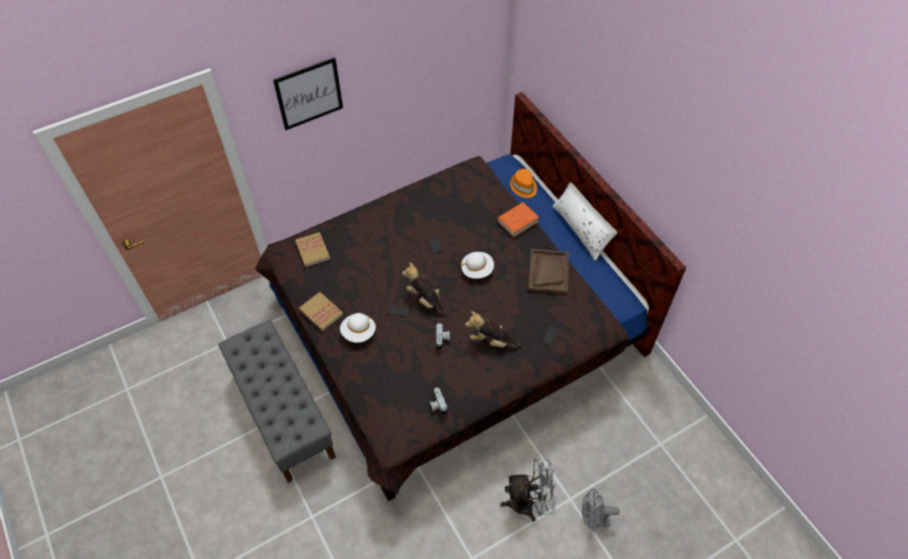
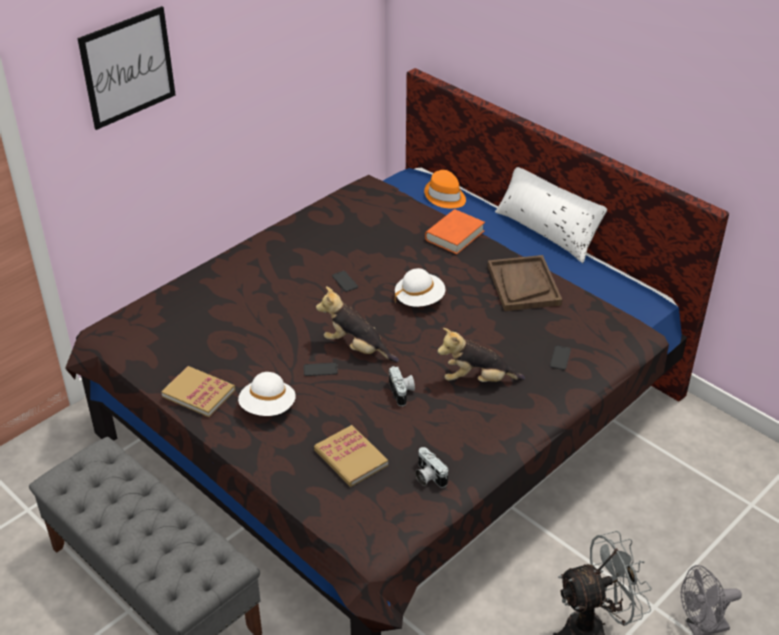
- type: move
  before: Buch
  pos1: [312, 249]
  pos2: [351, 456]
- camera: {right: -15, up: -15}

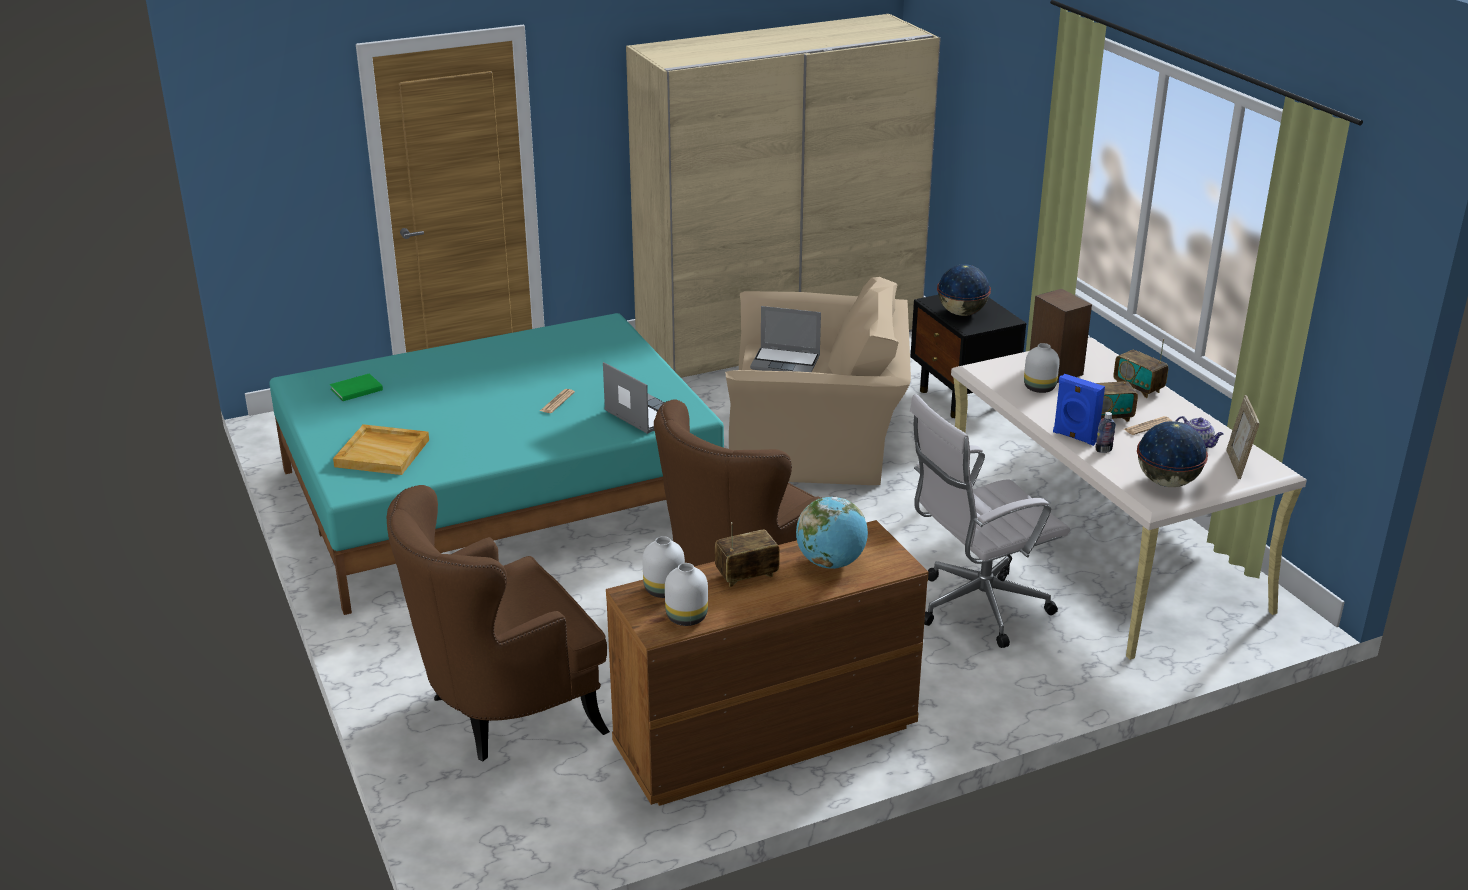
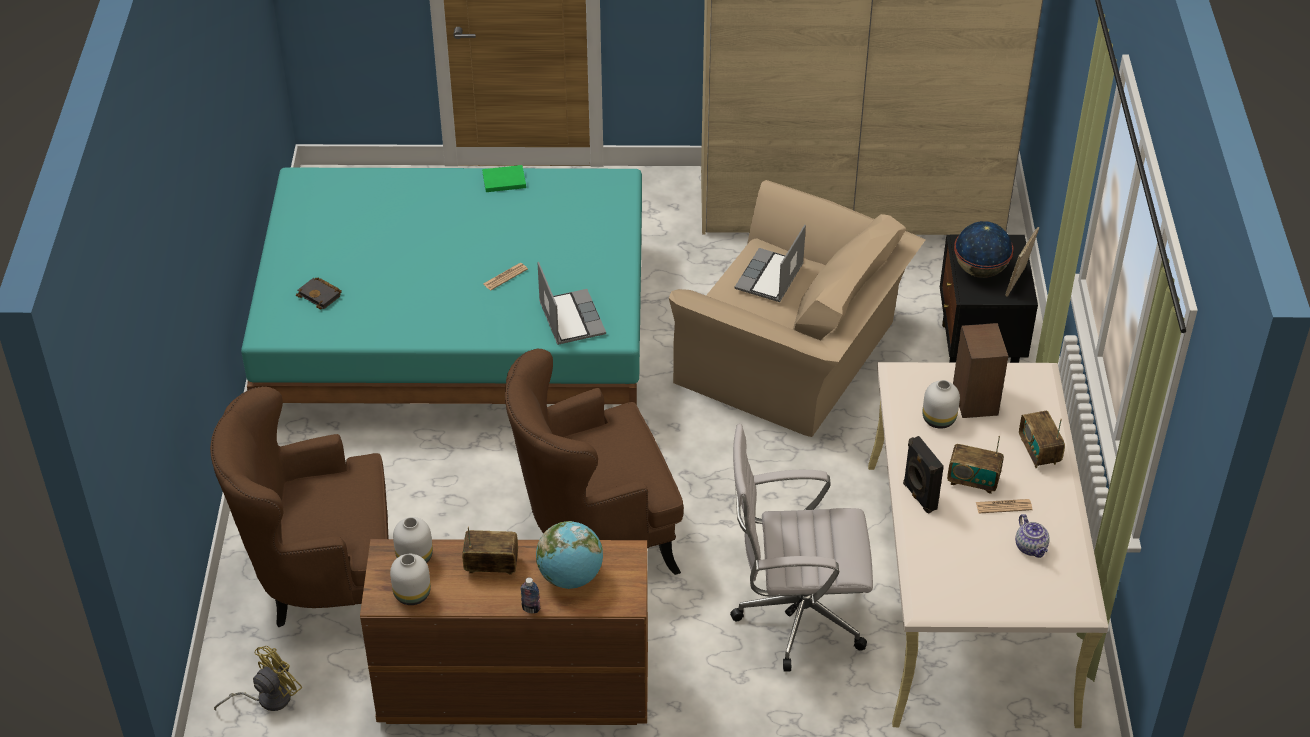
- type: move
  before: Buch/grün
  pos1: [356, 387]
  pos2: [504, 178]
- type: replace
  before: Tablett/beige
  after: Buch/schwarz
  pos1: [381, 449]
  pos2: [319, 293]
- type: rotate
  before: Laptop
  pos1: [785, 339]
  pos2: [770, 263]
  turn: 75
- type: recolor
  before: Lautsprecher/blau
  after: Lautsprecher/schwarz
  pos1: [1079, 410]
  pos2: [923, 475]
- type: move
  before: Flasche
  pos1: [1105, 432]
  pos2: [530, 595]
- type: delete
  before: Globus
  pos1: [1172, 454]
- type: move
  before: Bilderrahmen
  pos1: [1243, 437]
  pos2: [1022, 262]
- type: insert
  after: Ventilator/gelb
  pos2: [258, 678]
- camera: {right: 25, up: 15}

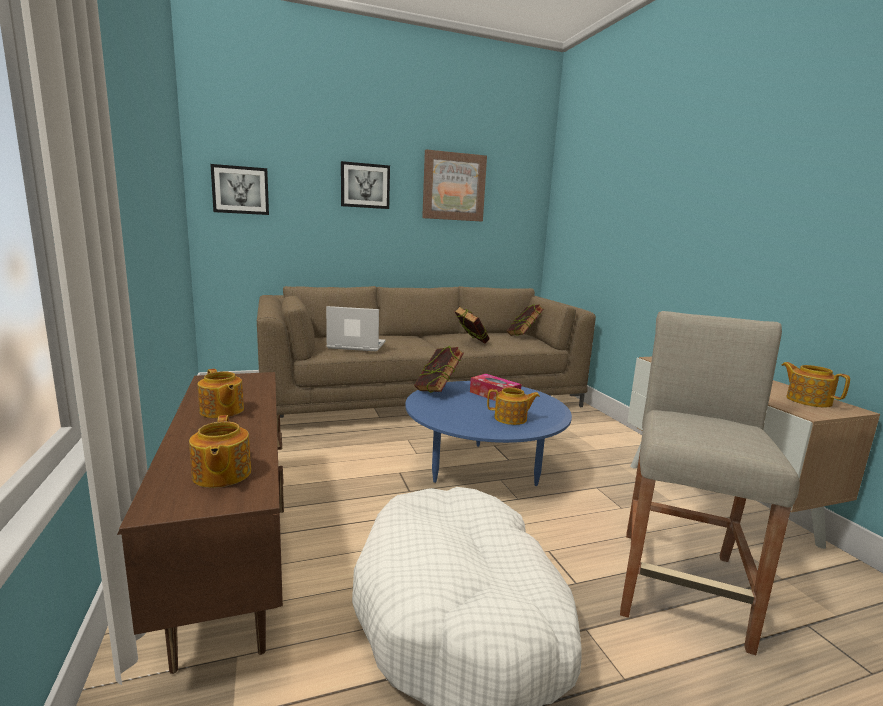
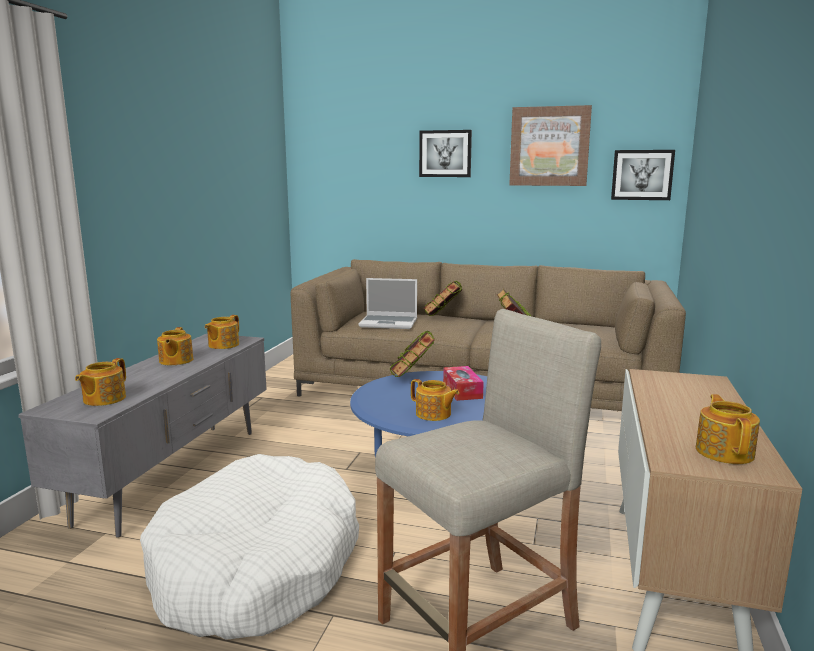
- type: recolor
  before: Fernsehschrank/braun
  after: Fernsehschrank/grau
  pos1: [200, 523]
  pos2: [142, 435]
- type: move
  before: Bild
  pos1: [239, 189]
  pos2: [643, 175]
- type: rotate
  before: Laptop
  pos1: [356, 328]
  pos2: [388, 303]
  turn: 150
- type: move
  before: Buch
  pos1: [525, 320]
  pos2: [443, 298]
- type: insert
  after: Teekanne
  pos2: [222, 332]
- camera: {right: 35, up: 0}

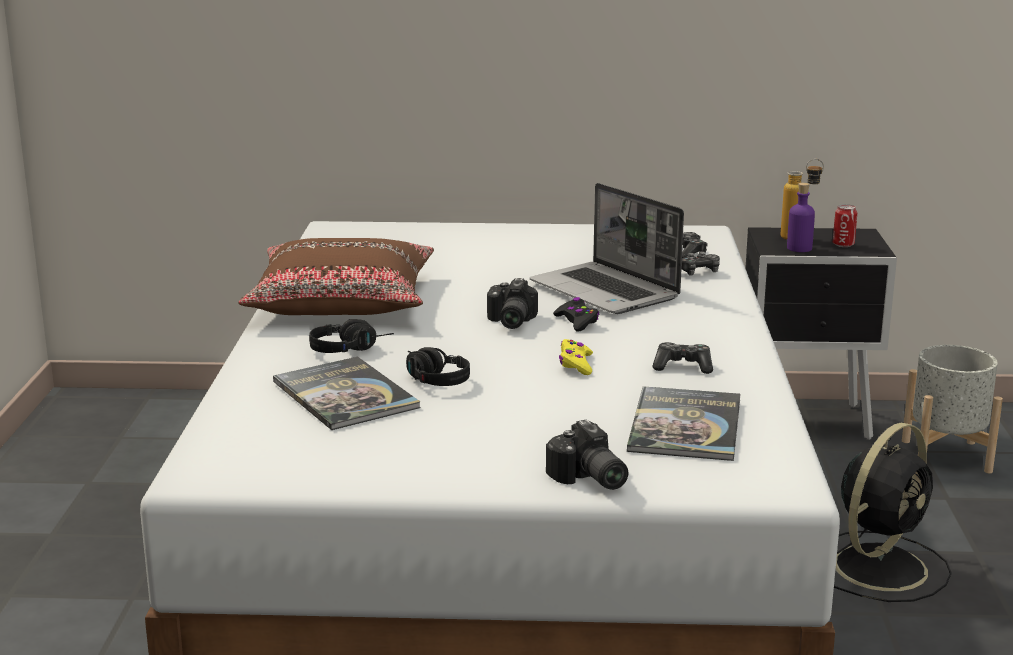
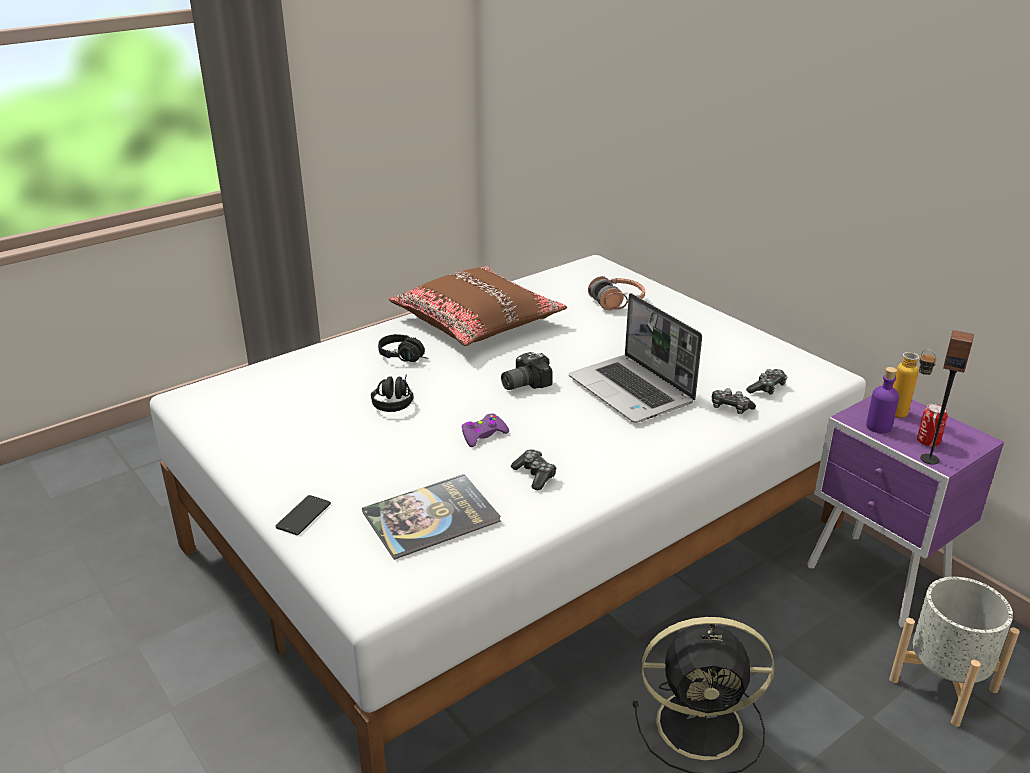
- type: delete
  before: Buch
  pos1: [347, 393]
- type: rotate
  before: Laptop
  pos1: [607, 248]
  pos2: [635, 358]
  turn: -45
- type: replace
  before: Kamera
  after: Handy
  pos1: [587, 454]
  pos2: [303, 515]
- type: delete
  before: Gamepad/schwarz
  pos1: [576, 314]
- type: recolor
  before: Gamepad/gelb
  after: Gamepad/lila
  pos1: [576, 357]
  pos2: [485, 430]
- type: recolor
  before: Nachttisch/schwarz
  after: Nachttisch/lila
  pos1: [821, 333]
  pos2: [905, 511]
- type: insert
  after: Kopfhörer
  pos2: [616, 293]
- type: insert
  after: Lautsprecher
  pos2: [947, 397]
- camera: {right: 50, up: 10}

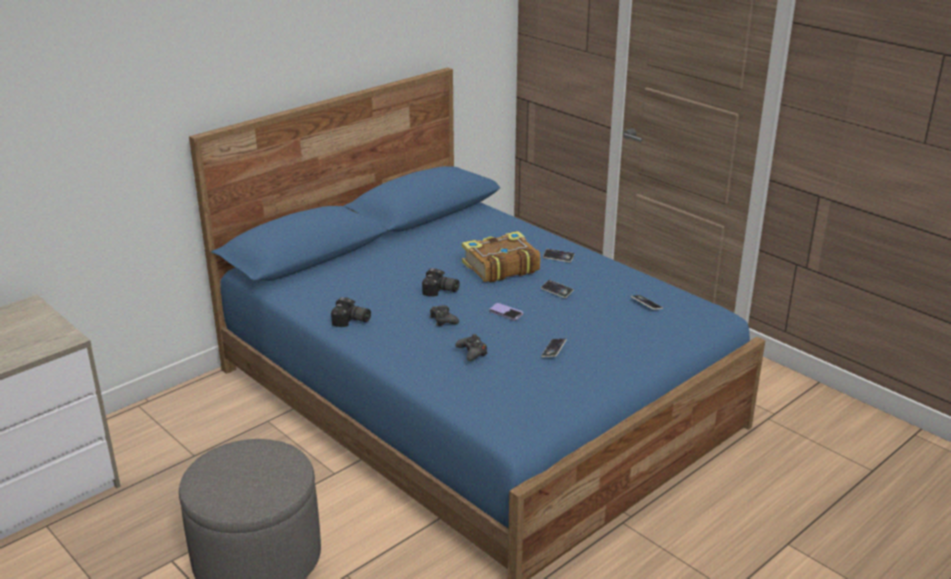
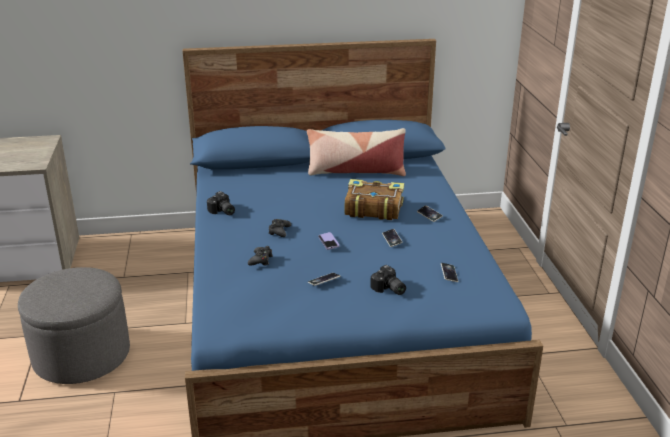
- type: move
  before: Kamera
  pos1: [441, 282]
  pos2: [388, 280]
- type: insert
  after: Kissen
  pos2: [356, 152]
- camera: {right: 35, up: 0}

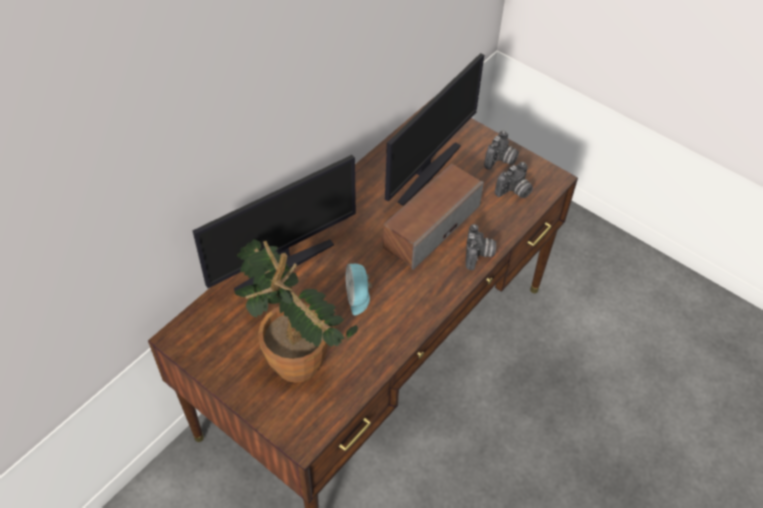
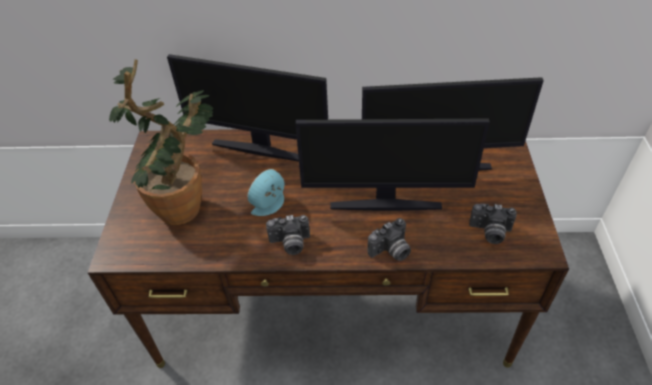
- type: replace
  before: Lautsprecher
  after: Monitor
  pos1: [433, 217]
  pos2: [392, 164]
- type: move
  before: Kamera
  pos1: [501, 150]
  pos2: [288, 235]
- camera: {right: 55, up: -5}

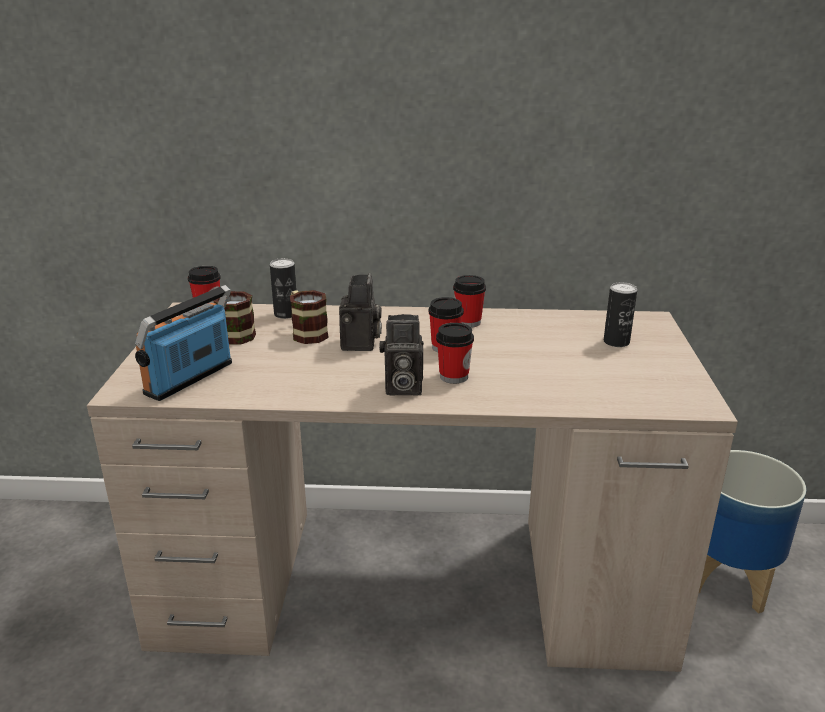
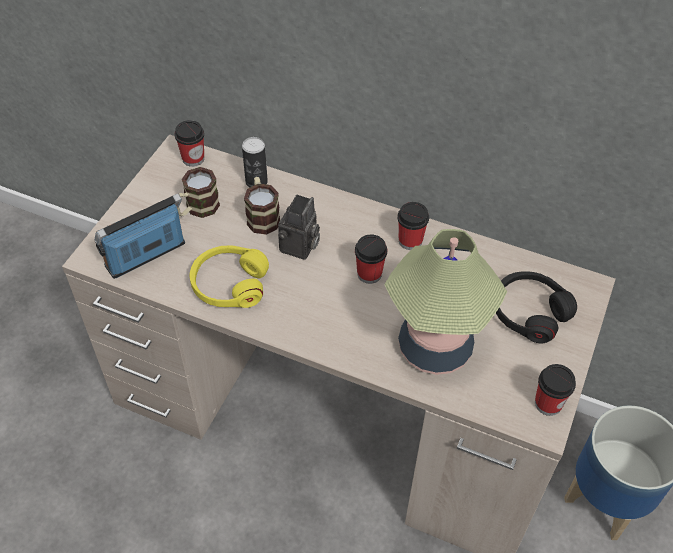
- type: delete
  before: Kamera
  pos1: [401, 354]
- type: move
  before: Tasse
  pos1: [455, 353]
  pos2: [555, 390]
- type: replace
  before: Dose
  after: Kopfhörer/schwarz
  pos1: [620, 314]
  pos2: [536, 307]
- type: insert
  after: Kopfhörer/gelb
  pos2: [229, 276]
- type: insert
  after: Tischlampe
  pos2: [445, 302]
- camera: {right: 20, up: 25}

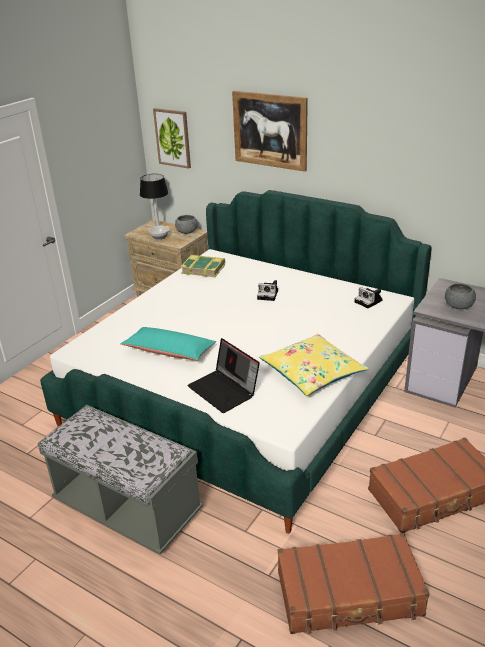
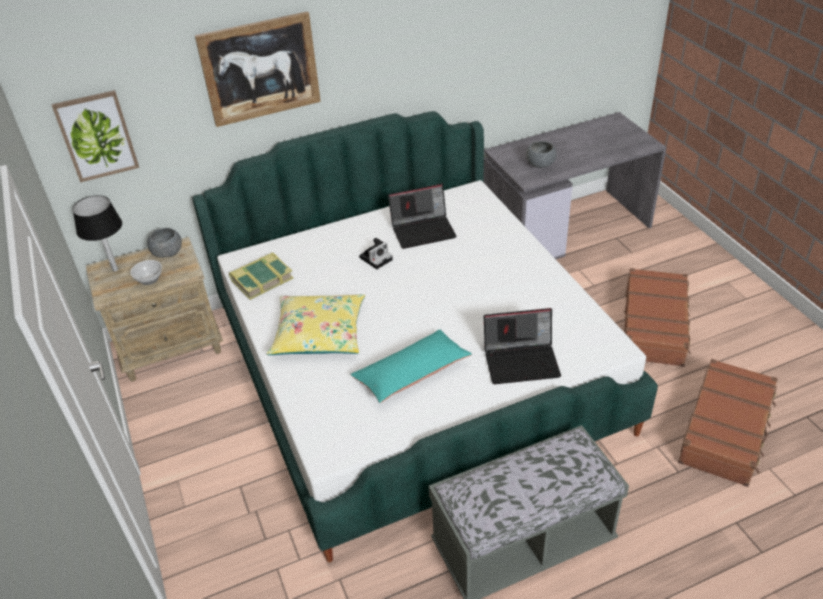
- type: move
  before: Kissen/gelb
  pos1: [314, 365]
  pos2: [316, 324]
- type: delete
  before: Kamera
  pos1: [369, 297]
- type: insert
  after: Laptop
  pos2: [422, 216]
- camera: {right: -55, up: 10}

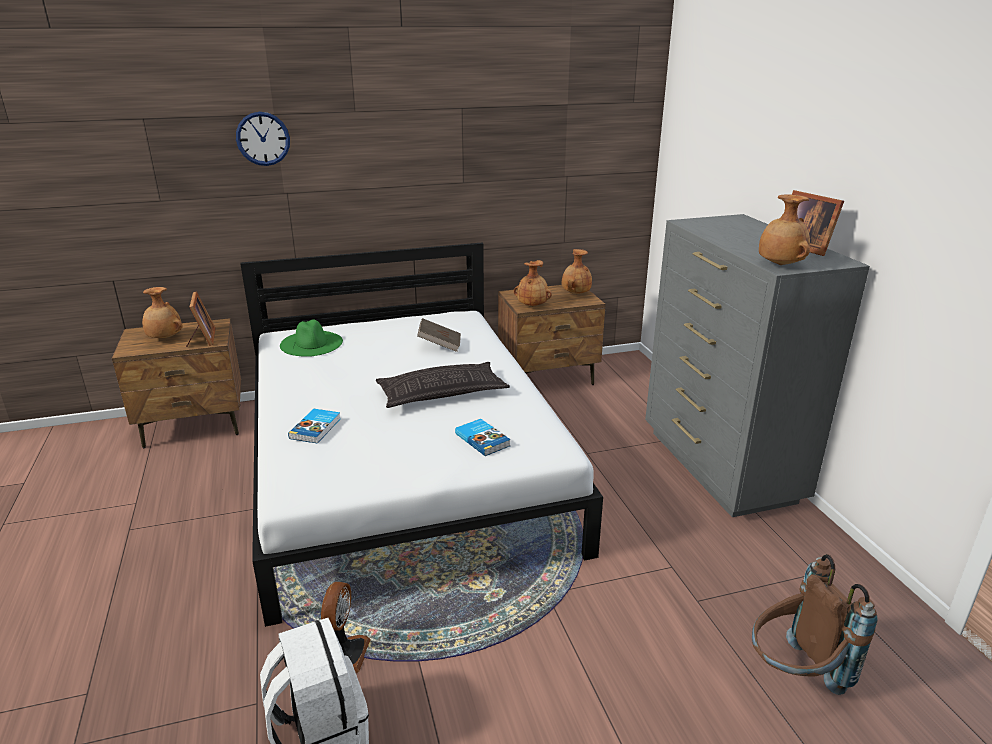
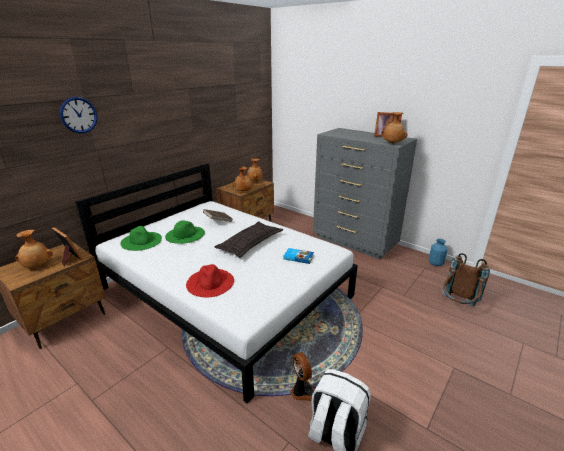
- type: replace
  before: Buch
  after: Hut/rot
  pos1: [314, 426]
  pos2: [210, 281]
- type: insert
  after: Hut/grün
  pos2: [185, 232]
- type: insert
  after: Vase/blau
  pos2: [438, 252]
- camera: {right: -35, up: 0}

